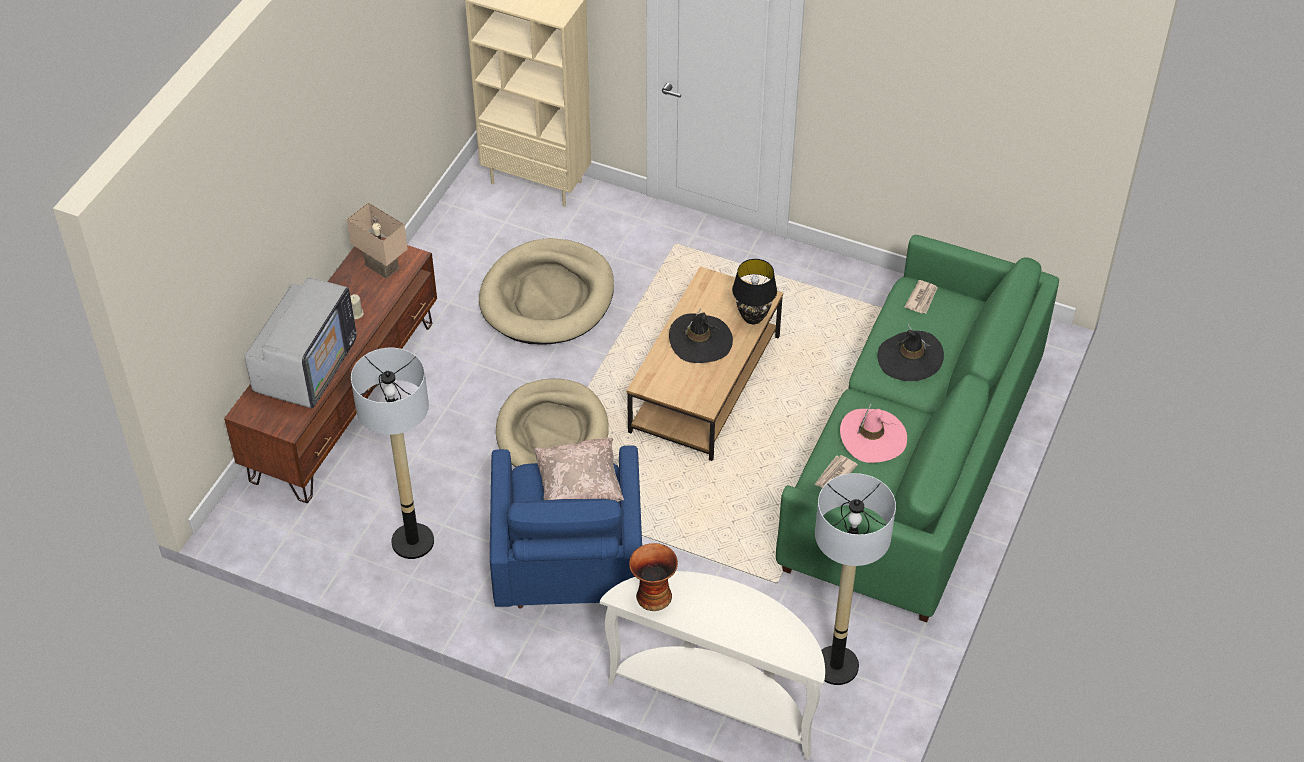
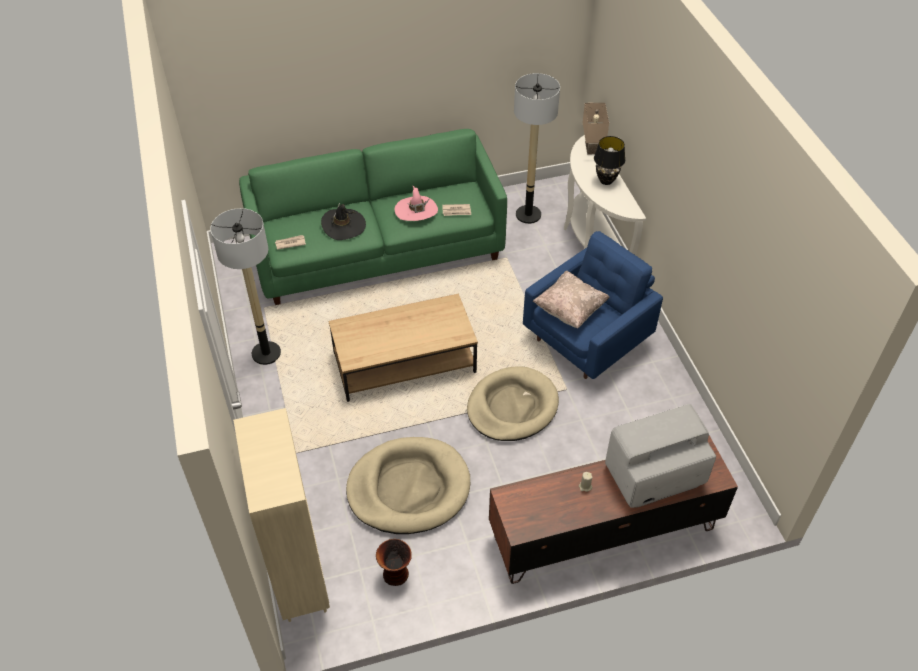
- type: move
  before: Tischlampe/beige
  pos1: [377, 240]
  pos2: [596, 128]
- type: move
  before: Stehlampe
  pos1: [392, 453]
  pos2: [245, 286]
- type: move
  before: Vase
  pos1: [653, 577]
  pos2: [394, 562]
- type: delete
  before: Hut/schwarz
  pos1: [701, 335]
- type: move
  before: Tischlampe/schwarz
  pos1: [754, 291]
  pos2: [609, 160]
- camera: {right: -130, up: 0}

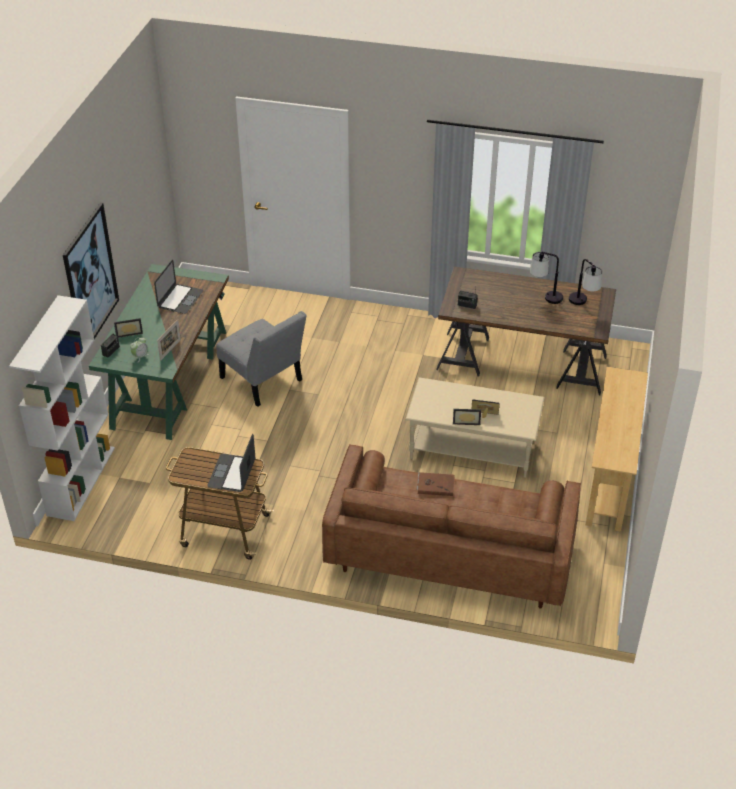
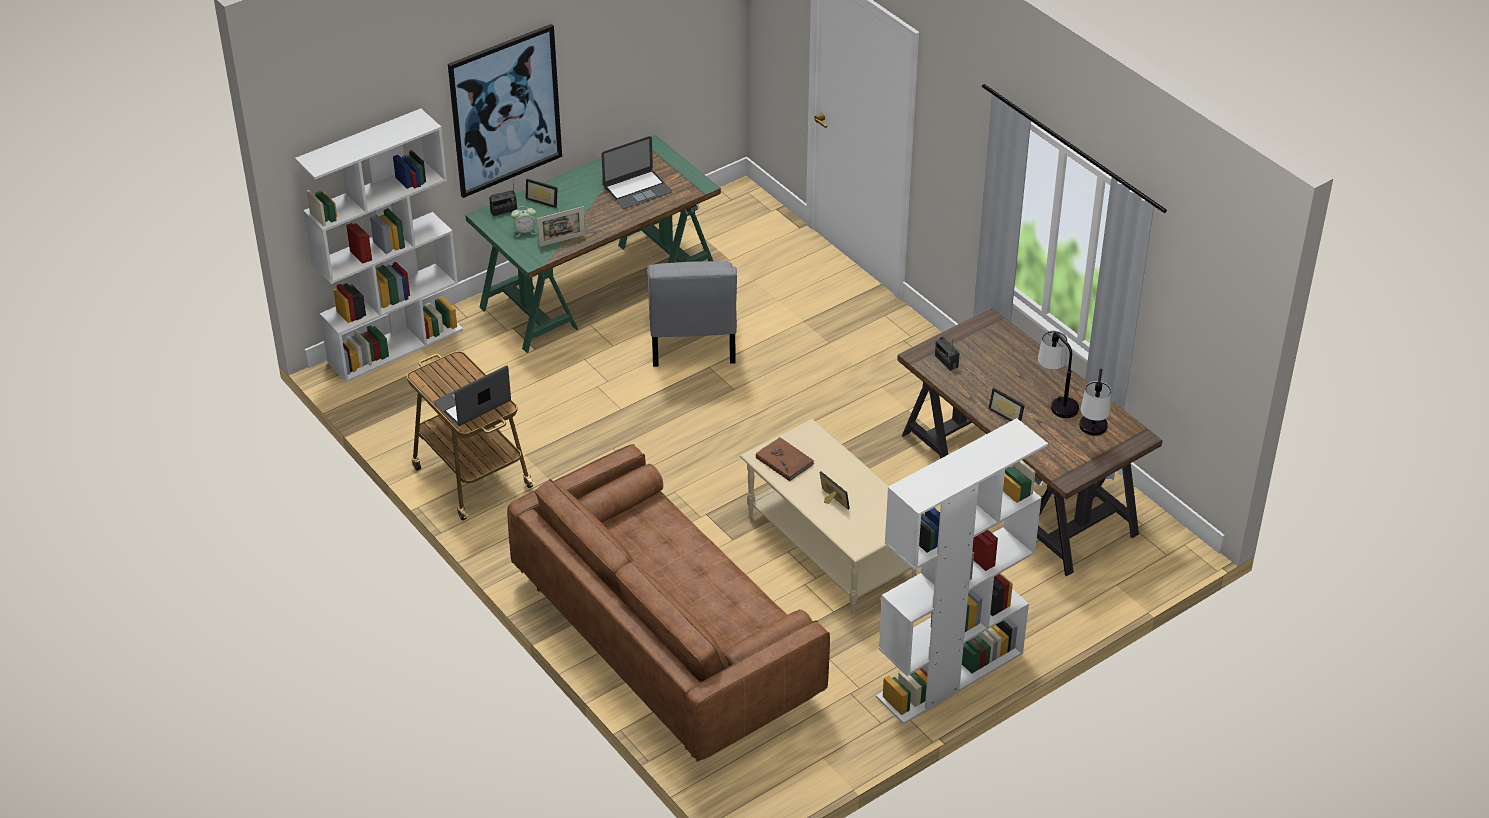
- type: move
  before: Buch/braun
  pos1: [436, 484]
  pos2: [785, 459]
- type: move
  before: Bilderrahmen
  pos1: [467, 417]
  pos2: [1006, 405]
- type: replace
  before: Konsolentisch/beige
  after: Bücherregal/weiß
  pos1: [617, 449]
  pos2: [962, 571]
- camera: {right: 40, up: 0}

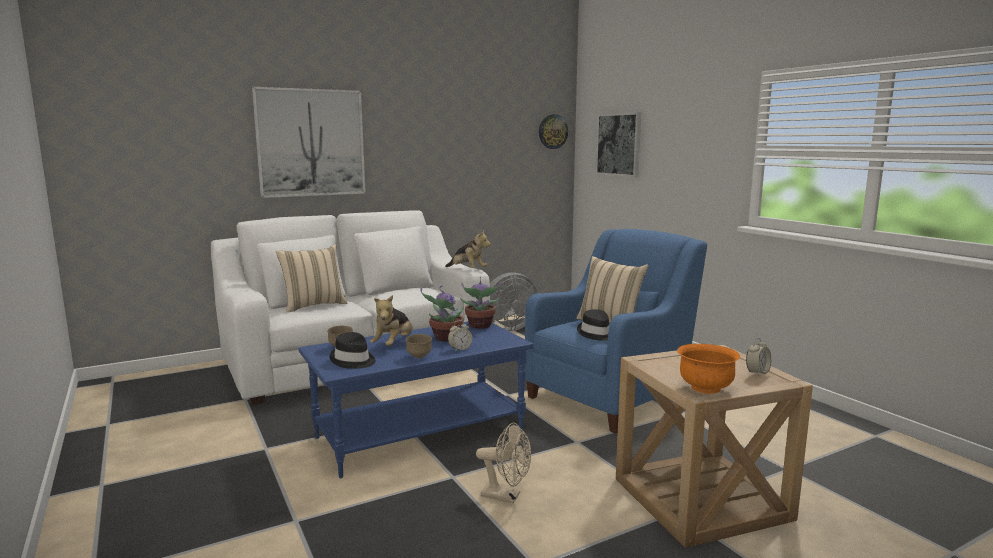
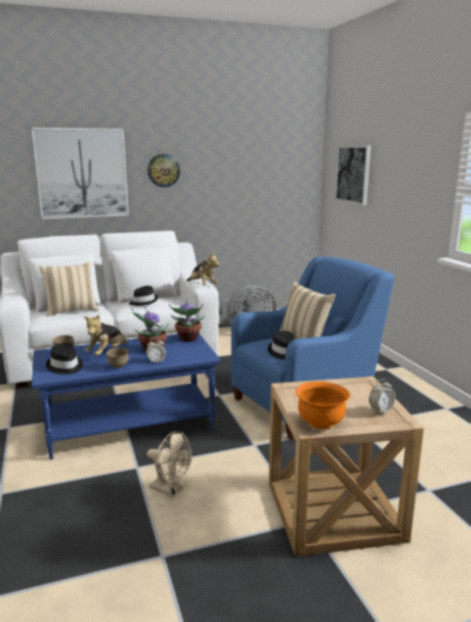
- type: move
  before: Wanduhr
  pos1: [553, 131]
  pos2: [163, 171]
- type: insert
  after: Hut/schwarz
  pos2: [143, 296]
- camera: {right: 10, up: 5}

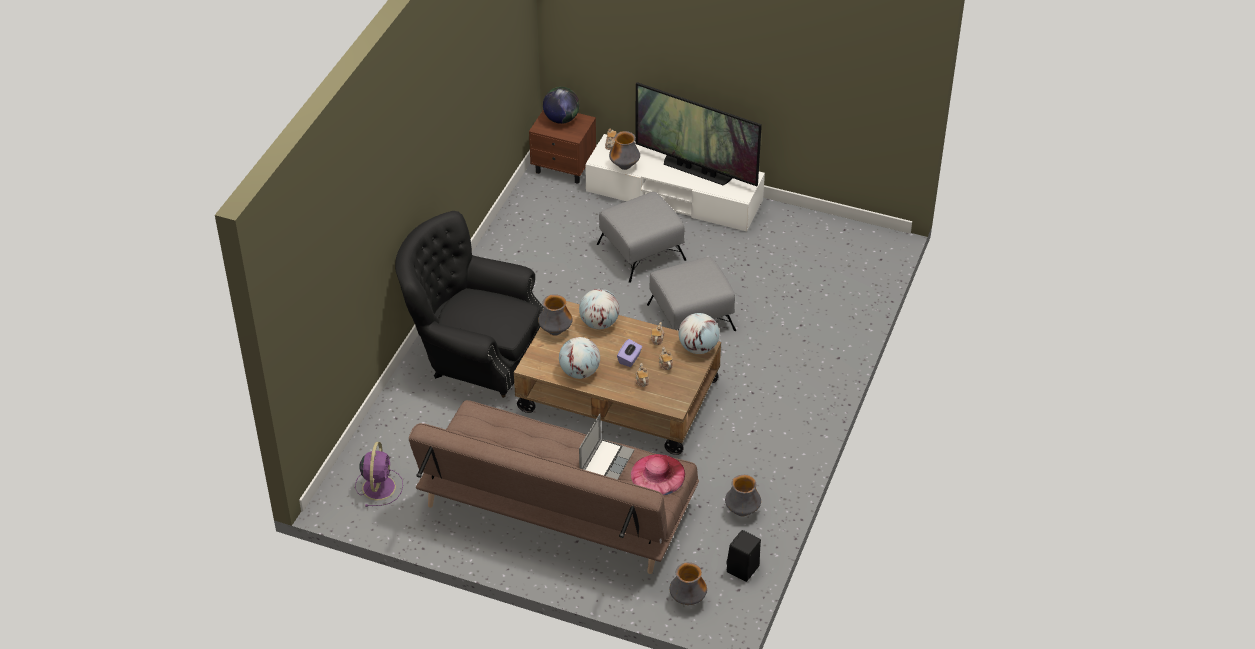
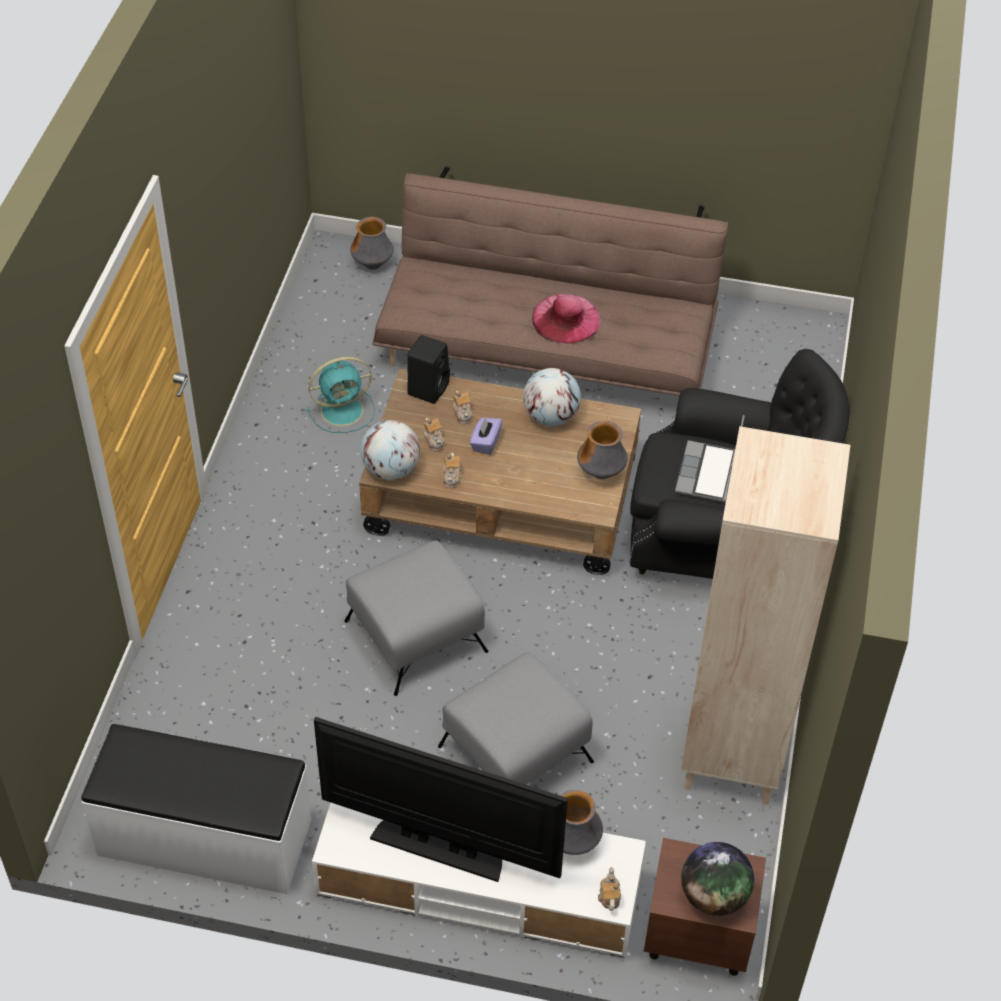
- type: delete
  before: Ventilator/lila
  pos1: [379, 474]
- type: delete
  before: Globus
  pos1: [599, 309]
- type: move
  before: Laptop
  pos1: [606, 447]
  pos2: [710, 459]
- type: move
  before: Hut/rosa
  pos1: [658, 474]
  pos2: [566, 319]
- type: delete
  before: Vase
  pos1: [743, 495]
- type: move
  before: Lautsprecher/schwarz
  pos1: [743, 556]
  pos2: [428, 369]
- type: insert
  after: Bank/weiß
  pos2: [196, 809]
- type: insert
  after: Ventilator/türkis
  pos2: [340, 395]
- type: insert
  after: Bücherregal/beige
  pos2: [765, 615]
- camera: {right: 170, up: 5}

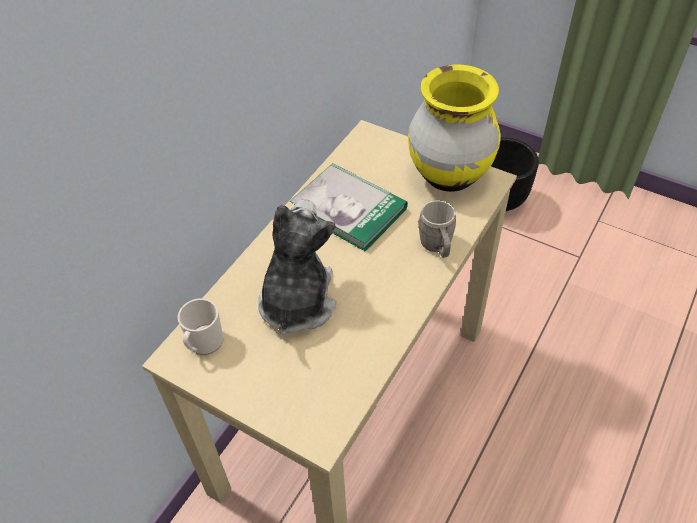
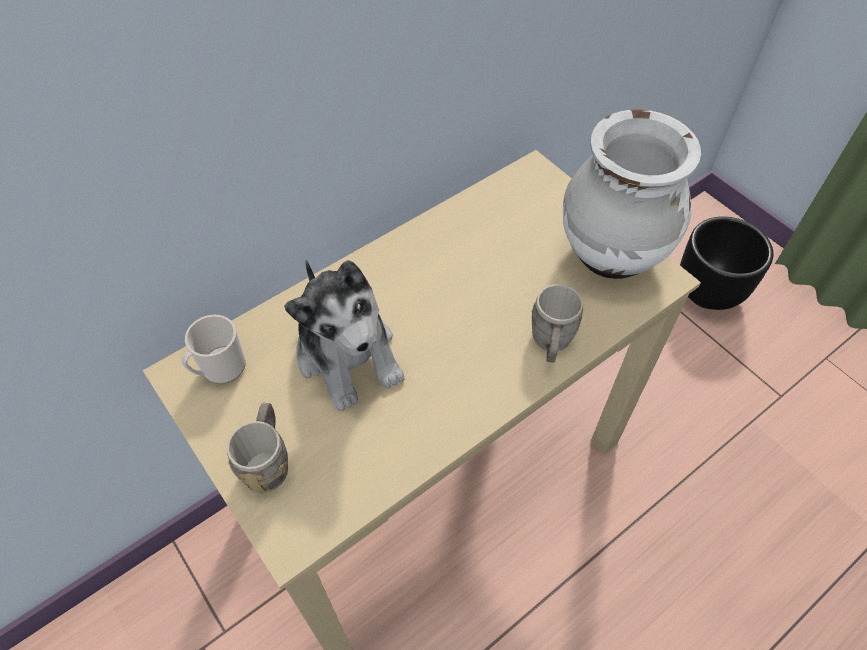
- type: rotate
  before: Plüschtier
  pos1: [297, 267]
  pos2: [344, 335]
  turn: 120
- type: delete
  before: Buch
  pos1: [349, 207]
- type: recolor
  before: Vase/gelb
  after: Vase/weiß
  pos1: [454, 128]
  pos2: [632, 194]
- type: insert
  after: Henkelbecher/grau
  pos2: [257, 448]
- camera: {right: 20, up: 5}

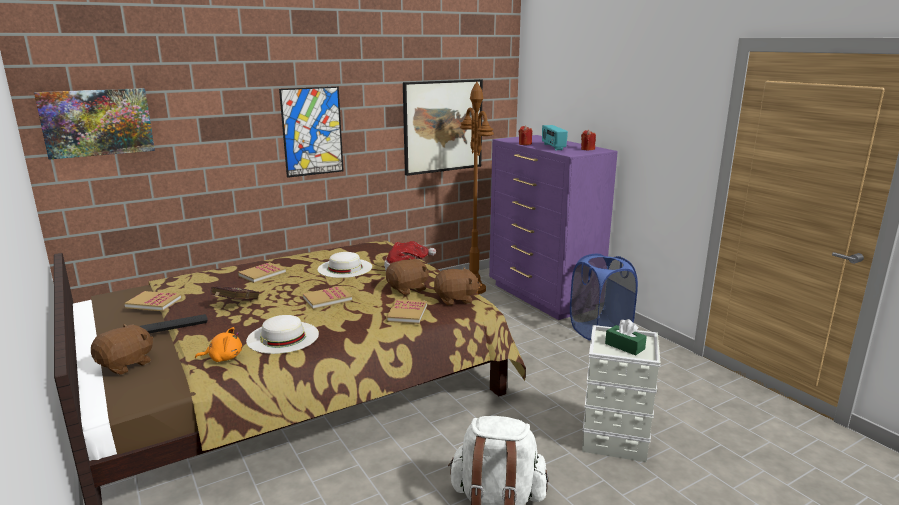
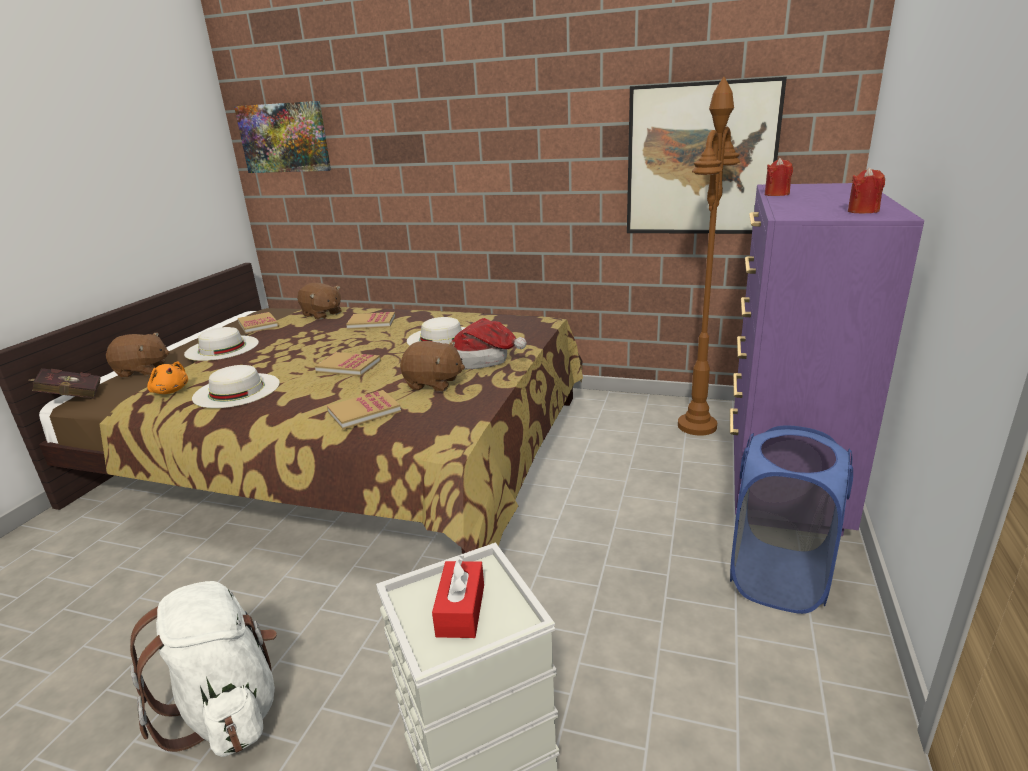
- type: replace
  before: Tastatur
  after: Hut/weiß
  pos1: [174, 323]
  pos2: [221, 344]
- type: move
  before: Buch/rot
  pos1: [235, 293]
  pos2: [65, 383]
- type: delete
  before: Bild
  pos1: [311, 132]
- type: move
  before: Plüschtier/braun
  pos1: [457, 286]
  pos2: [319, 301]
- type: delete
  before: Radio
  pos1: [555, 137]
- type: recolor
  before: Taschentuchbox/grün
  after: Taschentuchbox/rot
  pos1: [626, 337]
  pos2: [458, 597]
- camera: {right: 50, up: 5}

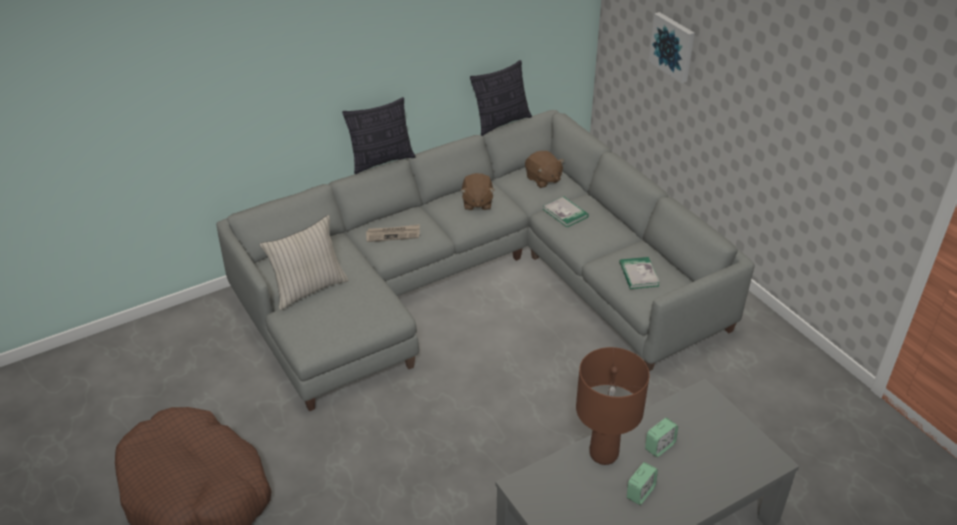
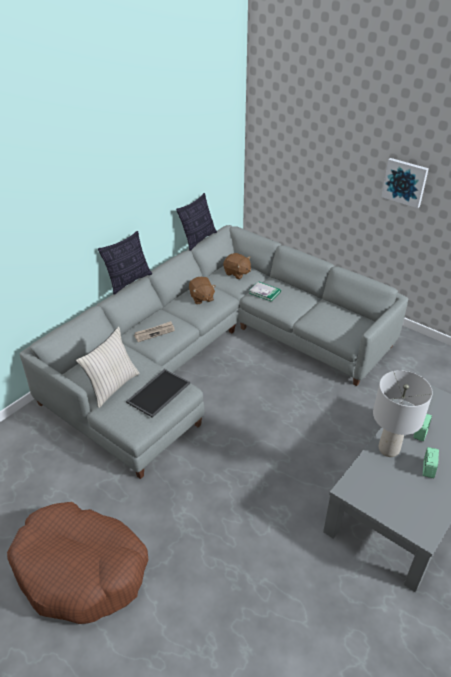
- type: recolor
  before: Tischlampe/braun
  after: Tischlampe/grau
  pos1: [613, 406]
  pos2: [403, 413]
- type: delete
  before: Buch
  pos1: [639, 273]
- type: move
  before: Bild
  pos1: [672, 47]
  pos2: [405, 183]
- type: insert
  after: Tablett
  pos2: [158, 393]
- camera: {right: -20, up: 0}

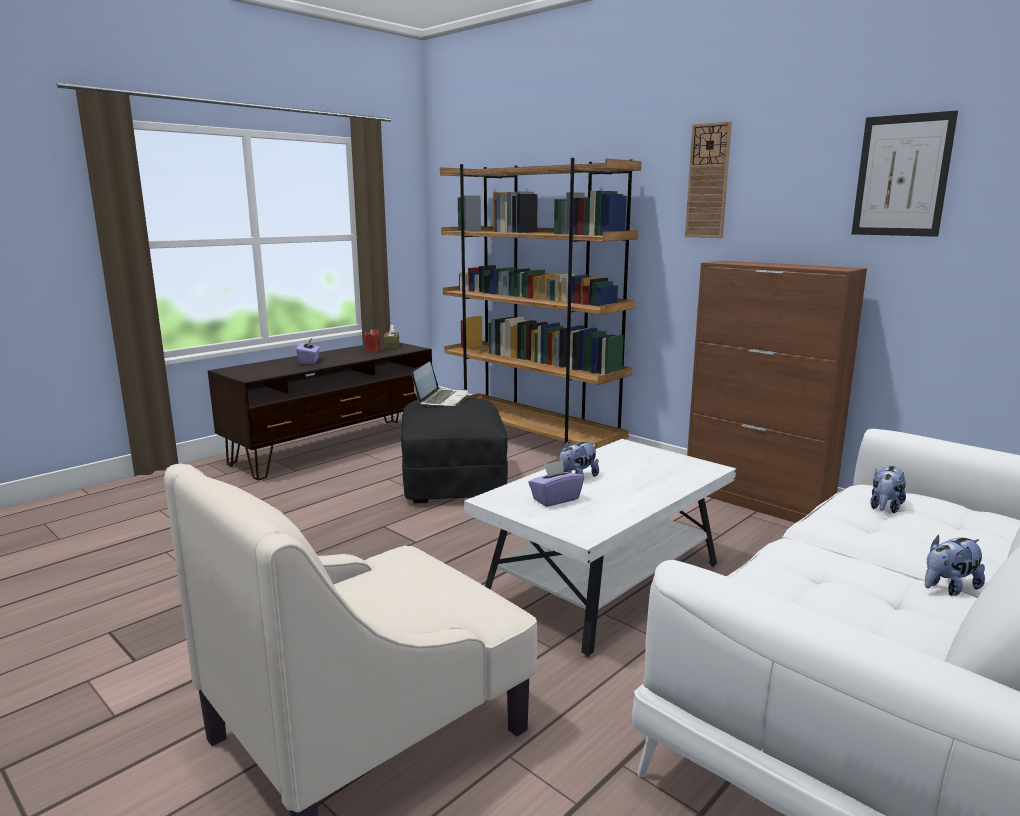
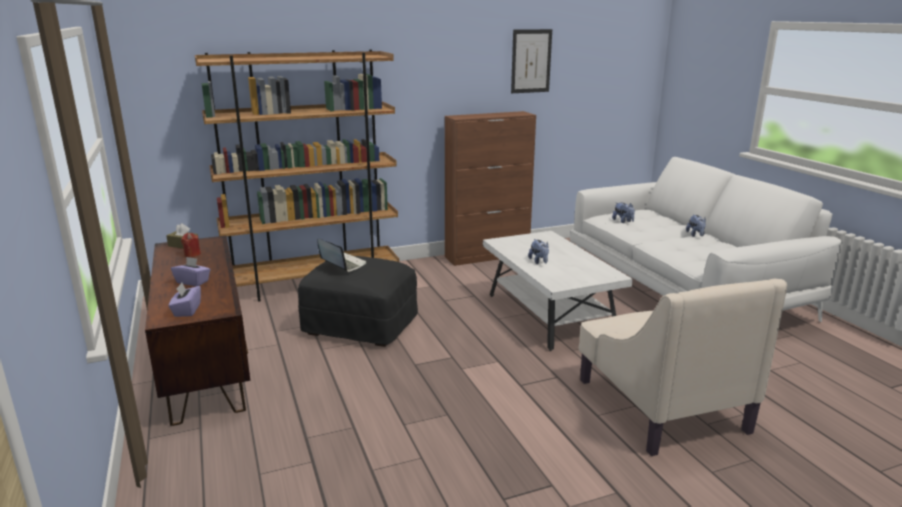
- type: move
  before: Taschentuchbox/lila
  pos1: [556, 483]
  pos2: [184, 300]
- type: delete
  before: Wanduhr
  pos1: [708, 179]
- camera: {right: -65, up: 5}

